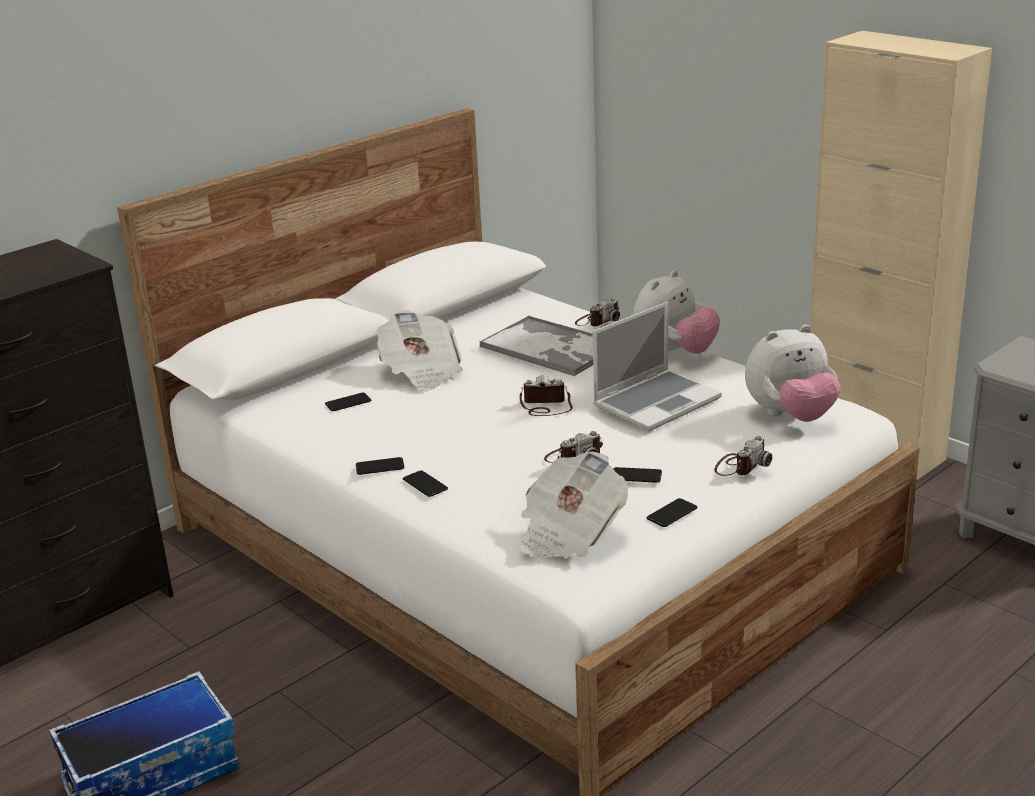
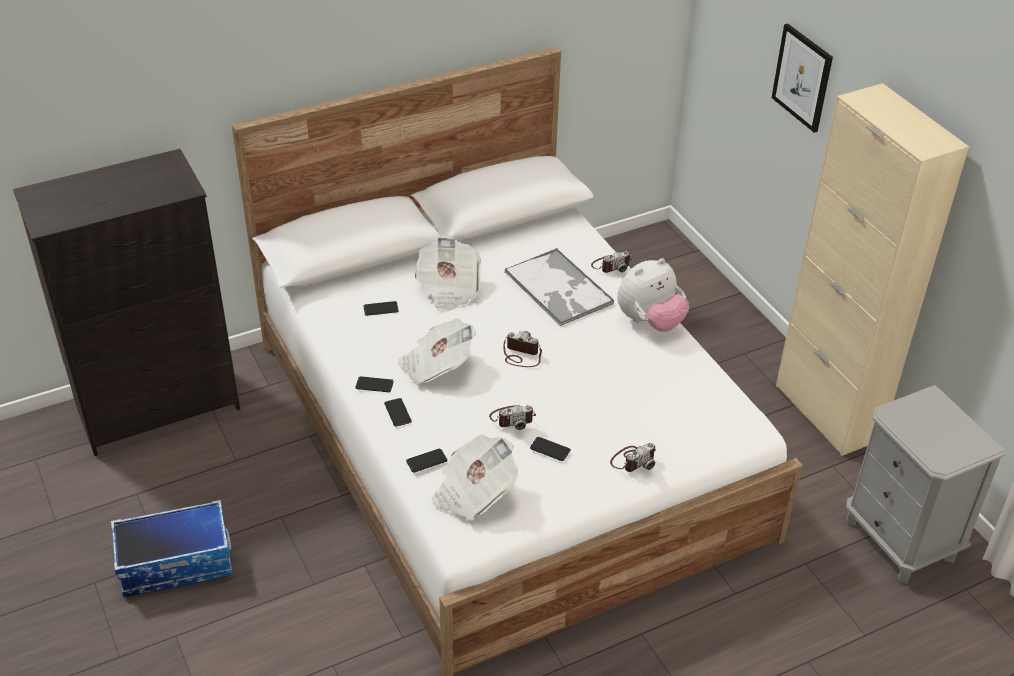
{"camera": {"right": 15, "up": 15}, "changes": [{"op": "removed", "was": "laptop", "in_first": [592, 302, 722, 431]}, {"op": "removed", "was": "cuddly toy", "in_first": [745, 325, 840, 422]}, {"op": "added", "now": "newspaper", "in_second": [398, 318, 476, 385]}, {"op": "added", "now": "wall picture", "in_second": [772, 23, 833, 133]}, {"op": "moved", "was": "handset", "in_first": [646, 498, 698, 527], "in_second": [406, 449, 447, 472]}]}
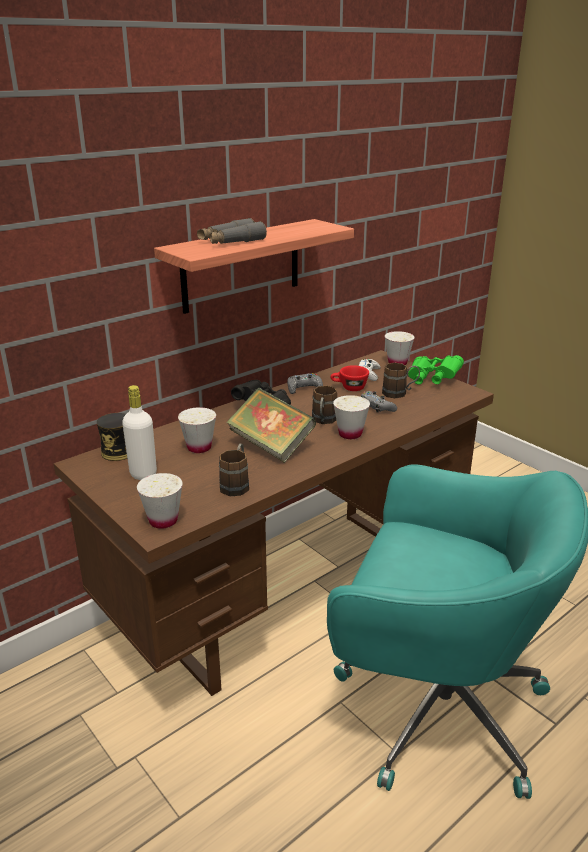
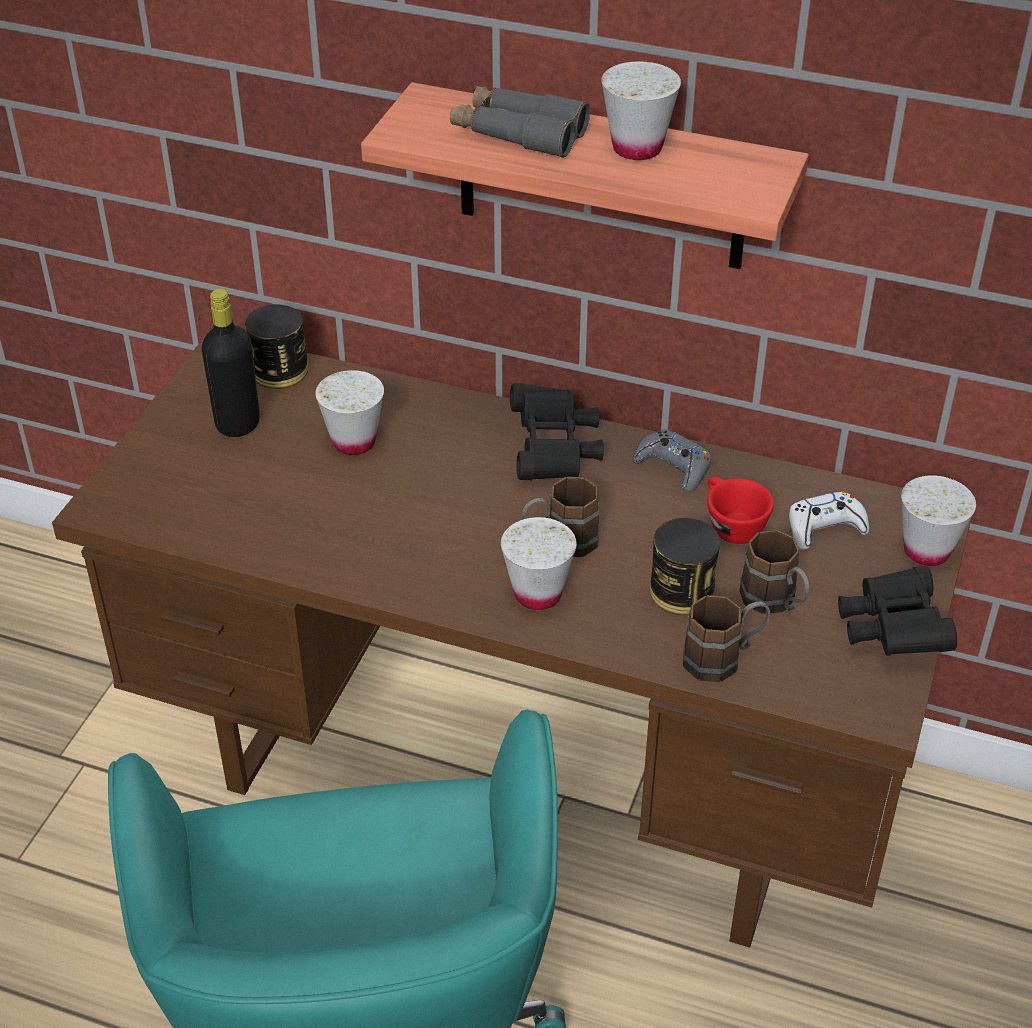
{"camera": {"right": 60, "up": 15}, "changes": [{"op": "removed", "was": "book", "in_first": [226, 388, 316, 463]}, {"op": "moved", "was": "small cup (whitish)", "in_first": [137, 473, 183, 529], "in_second": [601, 61, 681, 160]}, {"op": "moved", "was": "coffee mug (brownish)", "in_first": [219, 444, 249, 496], "in_second": [683, 595, 770, 682]}, {"op": "replaced", "was": "gamepad (grey)", "now": "sealed can", "in_first": [361, 391, 397, 413], "in_second": [650, 518, 720, 615]}, {"op": "recoloured", "was": "beverage bottle (whitish)", "now": "beverage bottle (blackish)", "in_first": [122, 385, 157, 480], "in_second": [202, 289, 260, 437]}, {"op": "recoloured", "was": "field glasses (green)", "now": "field glasses (blackish)", "in_first": [408, 355, 464, 384], "in_second": [838, 566, 957, 656]}]}
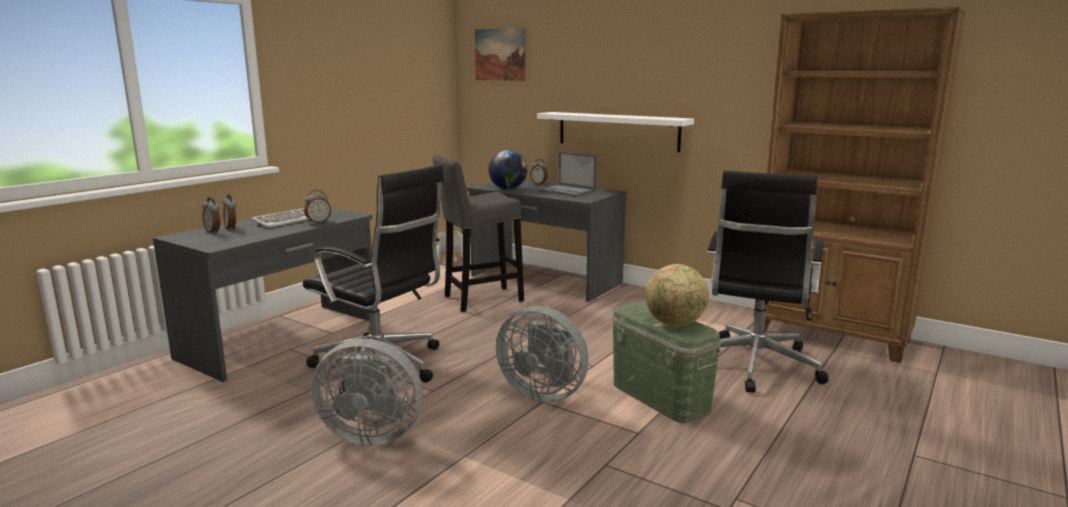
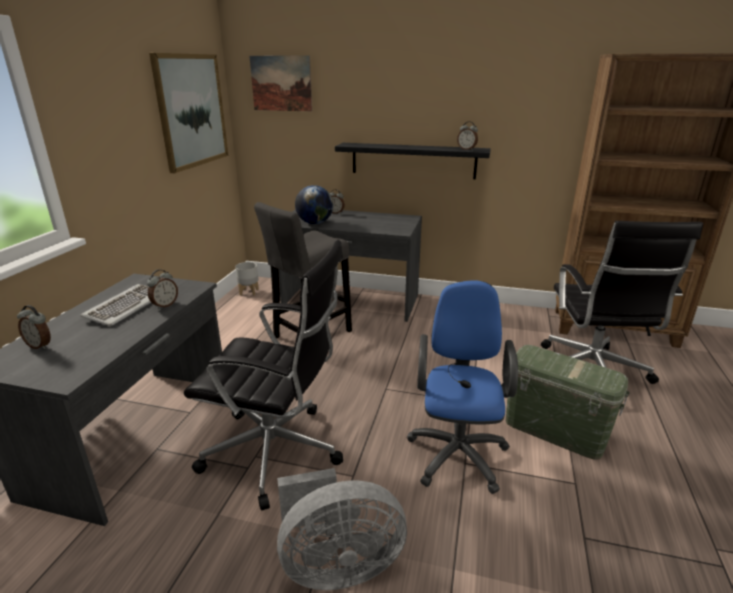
{"camera": {"right": -20, "up": 10}, "changes": [{"op": "removed", "was": "laptop", "in_first": [538, 152, 597, 197]}, {"op": "removed", "was": "world globe", "in_first": [645, 264, 709, 326]}, {"op": "added", "now": "wall picture", "in_second": [149, 53, 228, 173]}, {"op": "moved", "was": "alarm clock", "in_first": [222, 194, 237, 230], "in_second": [457, 121, 478, 150]}, {"op": "replaced", "was": "cooling fan (grey)", "now": "computer chair (bluish)", "in_first": [496, 306, 589, 402], "in_second": [407, 280, 518, 494]}, {"op": "recoloured", "was": "bracket shelf (whitish)", "now": "bracket shelf (blackish)", "in_first": [537, 112, 694, 152], "in_second": [335, 143, 491, 179]}]}
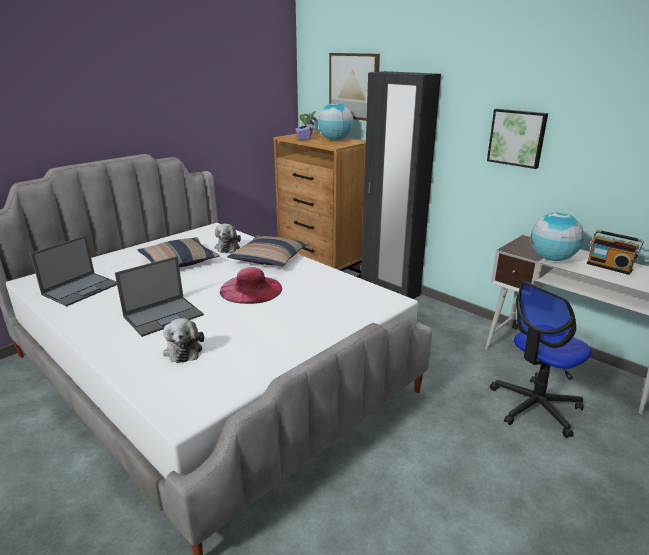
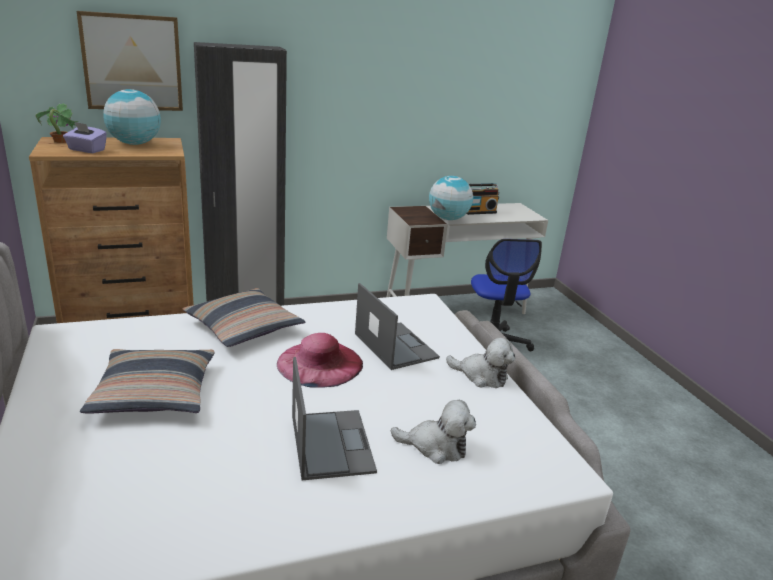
{"camera": {"right": -65, "up": 0}, "changes": [{"op": "removed", "was": "wall picture", "in_first": [487, 109, 548, 169]}, {"op": "moved", "was": "laptop", "in_first": [30, 235, 117, 306], "in_second": [355, 283, 440, 370]}, {"op": "moved", "was": "cuddly toy", "in_first": [215, 224, 241, 253], "in_second": [446, 338, 515, 388]}]}
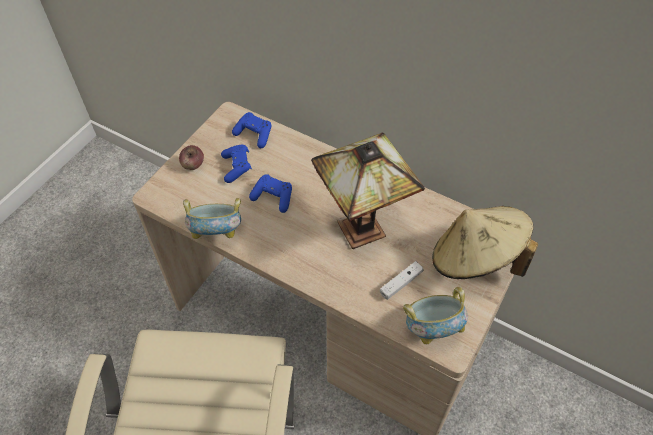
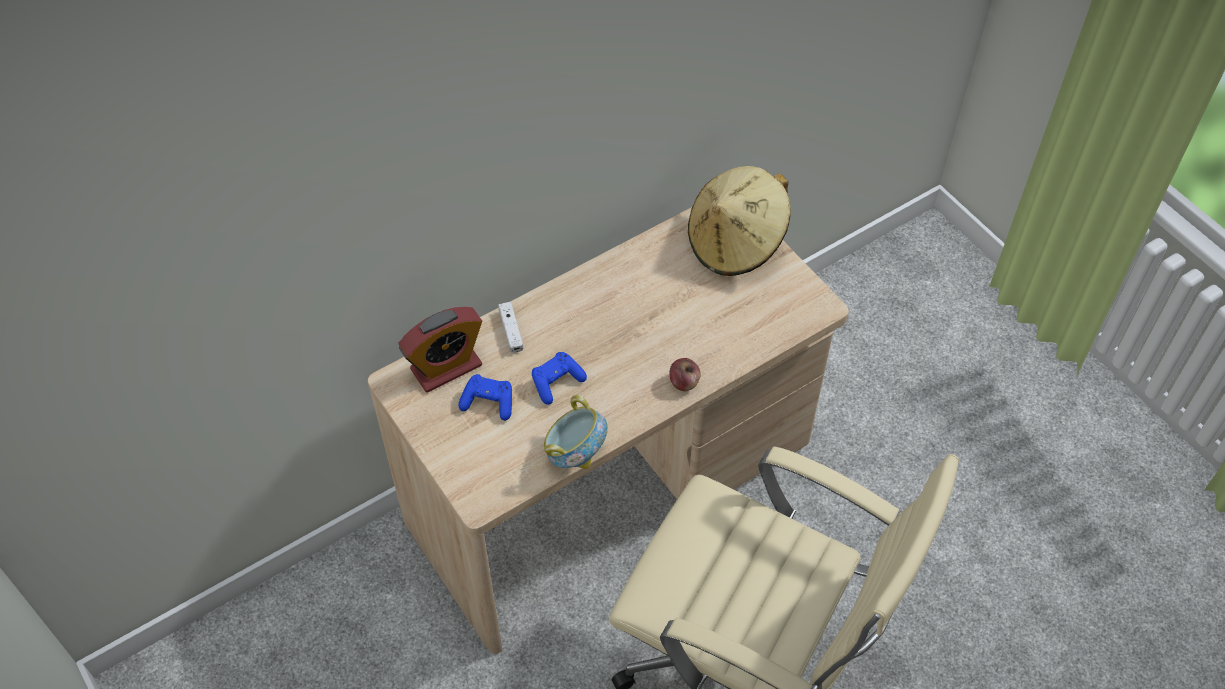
{"camera": {"right": -65, "up": 0}, "changes": [{"op": "removed", "was": "table lamp", "in_first": [311, 133, 425, 249]}, {"op": "removed", "was": "deep dish", "in_first": [403, 287, 468, 344]}, {"op": "moved", "was": "apple", "in_first": [179, 145, 204, 170], "in_second": [669, 358, 700, 391]}, {"op": "moved", "was": "gamepad (whitish)", "in_first": [380, 261, 424, 300], "in_second": [498, 302, 523, 353]}, {"op": "replaced", "was": "gamepad (bluish)", "now": "alarm clock", "in_first": [232, 112, 271, 148], "in_second": [398, 307, 482, 393]}]}
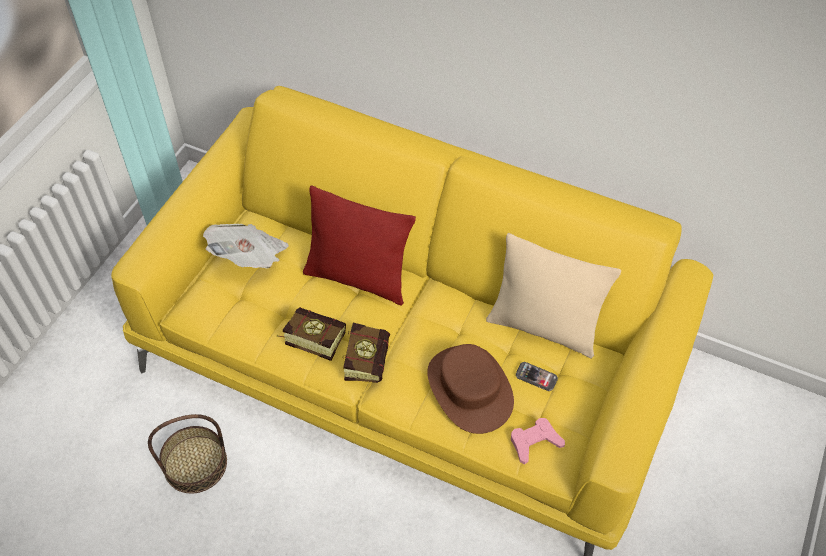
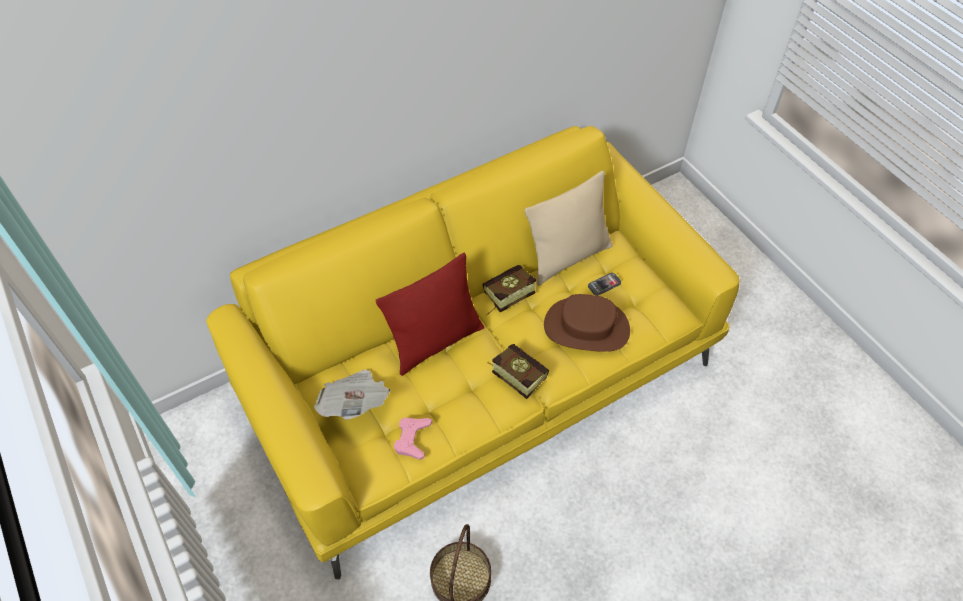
{"camera": {"right": -55, "up": 0}, "changes": [{"op": "moved", "was": "book", "in_first": [277, 307, 346, 361], "in_second": [483, 265, 536, 316]}, {"op": "moved", "was": "gamepad (pink)", "in_first": [511, 418, 565, 465], "in_second": [394, 418, 432, 460]}]}
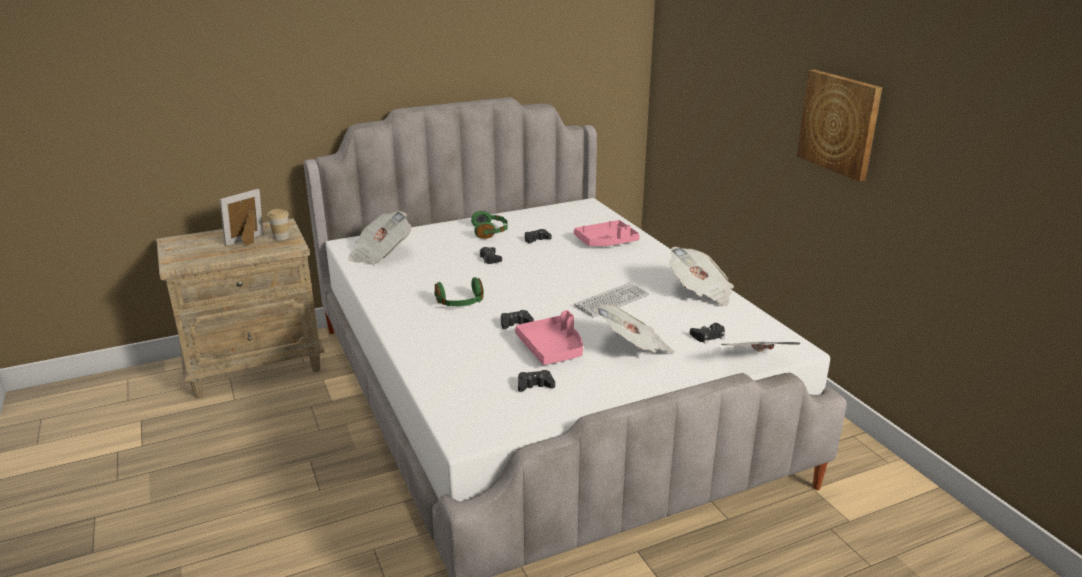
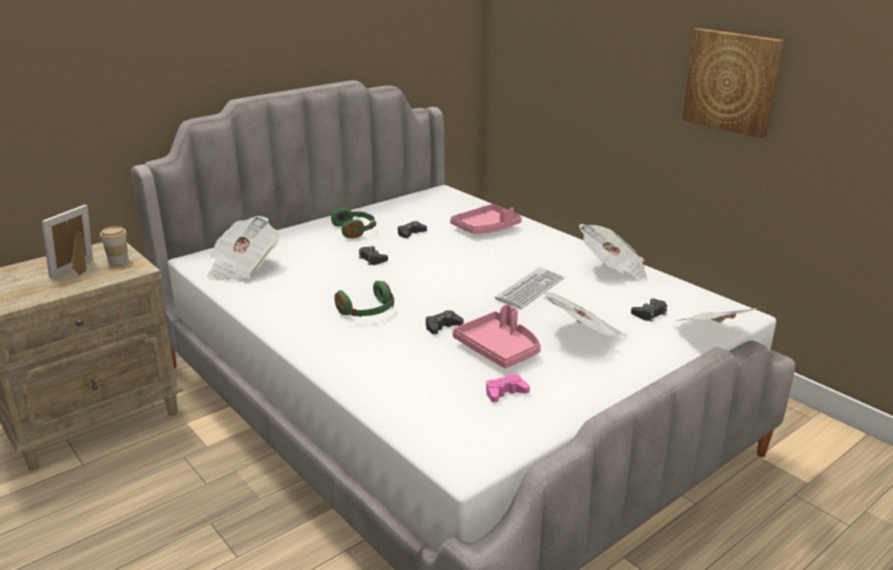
{"camera": {"right": -15, "up": 0}, "changes": [{"op": "recoloured", "was": "gamepad (blackish)", "now": "gamepad (pink)", "in_first": [518, 370, 555, 392], "in_second": [486, 374, 530, 402]}]}
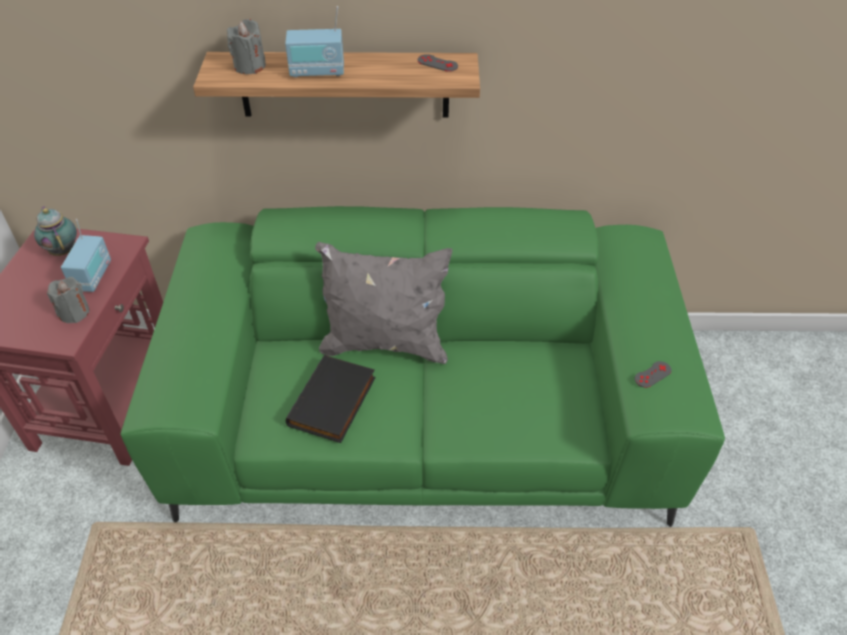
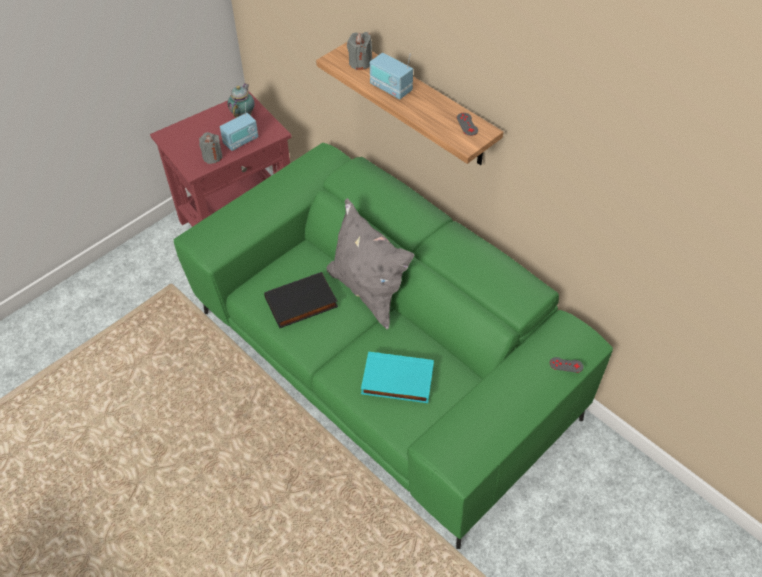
{"camera": {"right": 45, "up": 5}, "changes": [{"op": "added", "now": "book (turquoise)", "in_second": [361, 352, 434, 403]}, {"op": "moved", "was": "gamepad (grey)", "in_first": [635, 361, 672, 388], "in_second": [550, 357, 583, 373]}]}
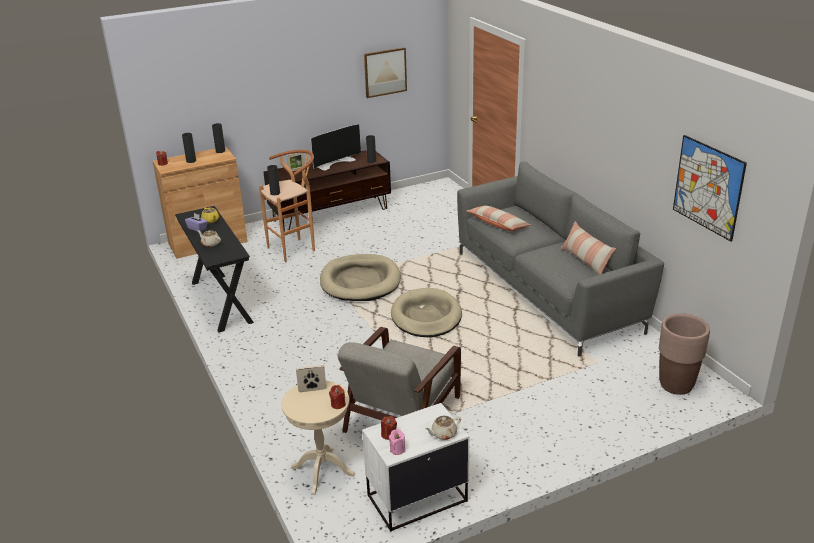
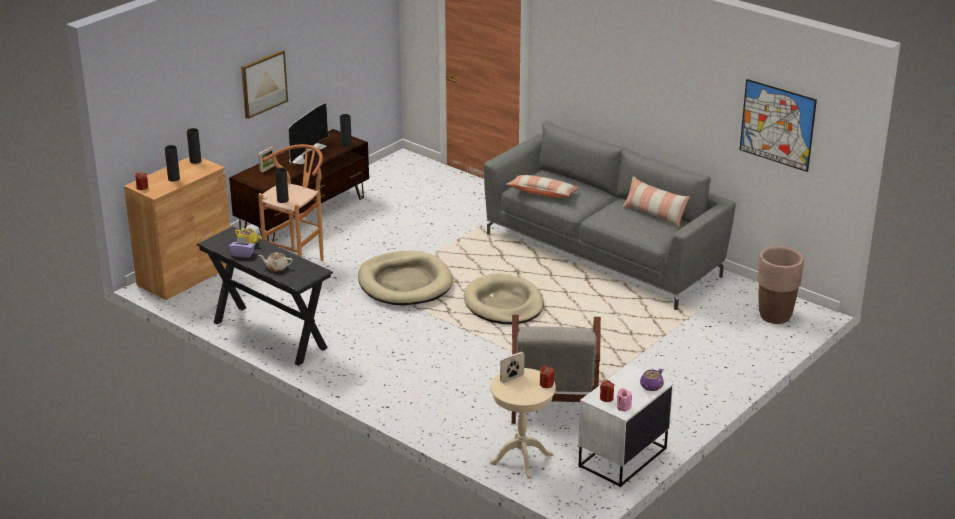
{"camera": {"right": -25, "up": 0}, "changes": [{"op": "moved", "was": "wall picture", "in_first": [364, 47, 407, 98], "in_second": [241, 50, 288, 119]}, {"op": "recoloured", "was": "teapot (sand-coloured)", "now": "teapot (purple)", "in_first": [425, 416, 461, 440], "in_second": [640, 369, 664, 391]}]}
